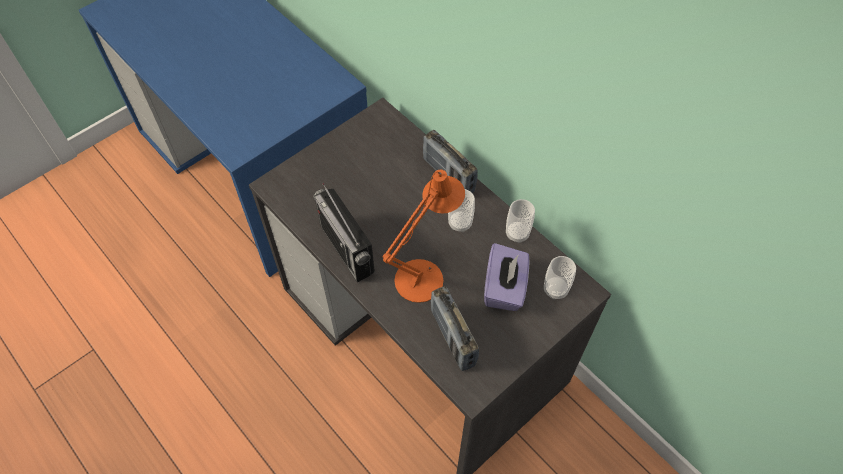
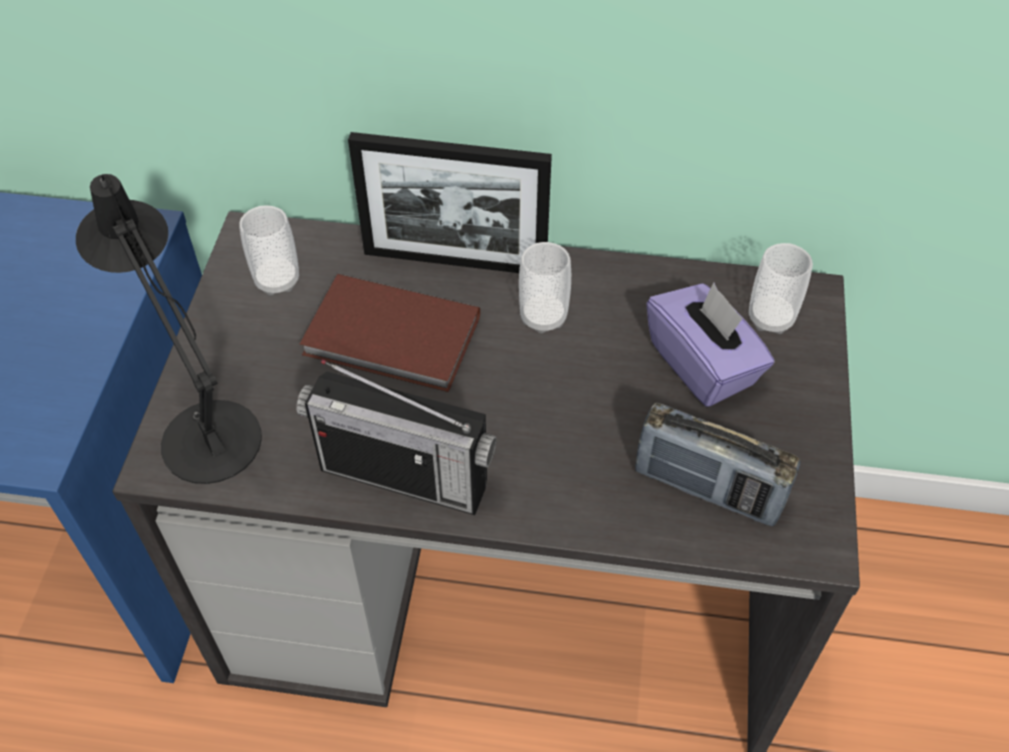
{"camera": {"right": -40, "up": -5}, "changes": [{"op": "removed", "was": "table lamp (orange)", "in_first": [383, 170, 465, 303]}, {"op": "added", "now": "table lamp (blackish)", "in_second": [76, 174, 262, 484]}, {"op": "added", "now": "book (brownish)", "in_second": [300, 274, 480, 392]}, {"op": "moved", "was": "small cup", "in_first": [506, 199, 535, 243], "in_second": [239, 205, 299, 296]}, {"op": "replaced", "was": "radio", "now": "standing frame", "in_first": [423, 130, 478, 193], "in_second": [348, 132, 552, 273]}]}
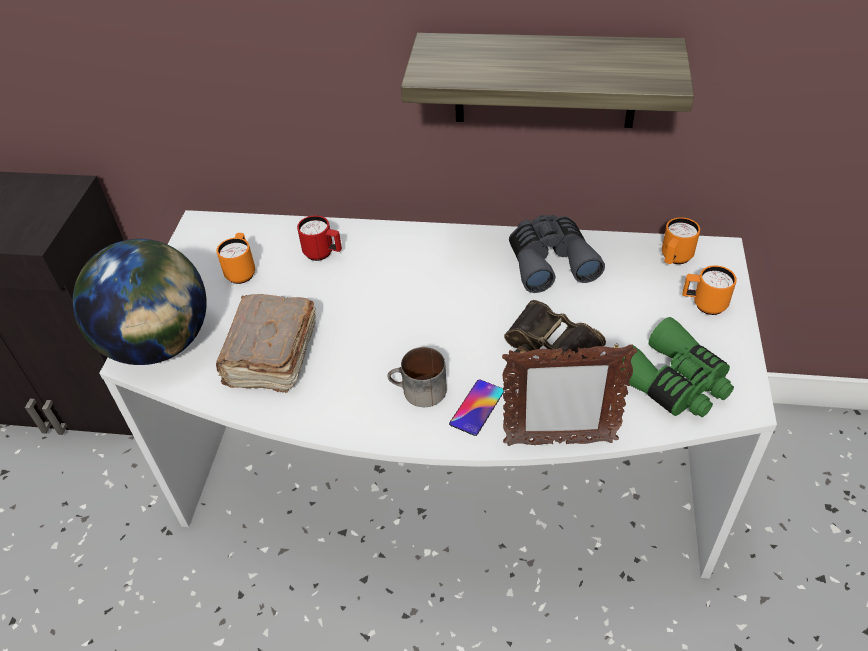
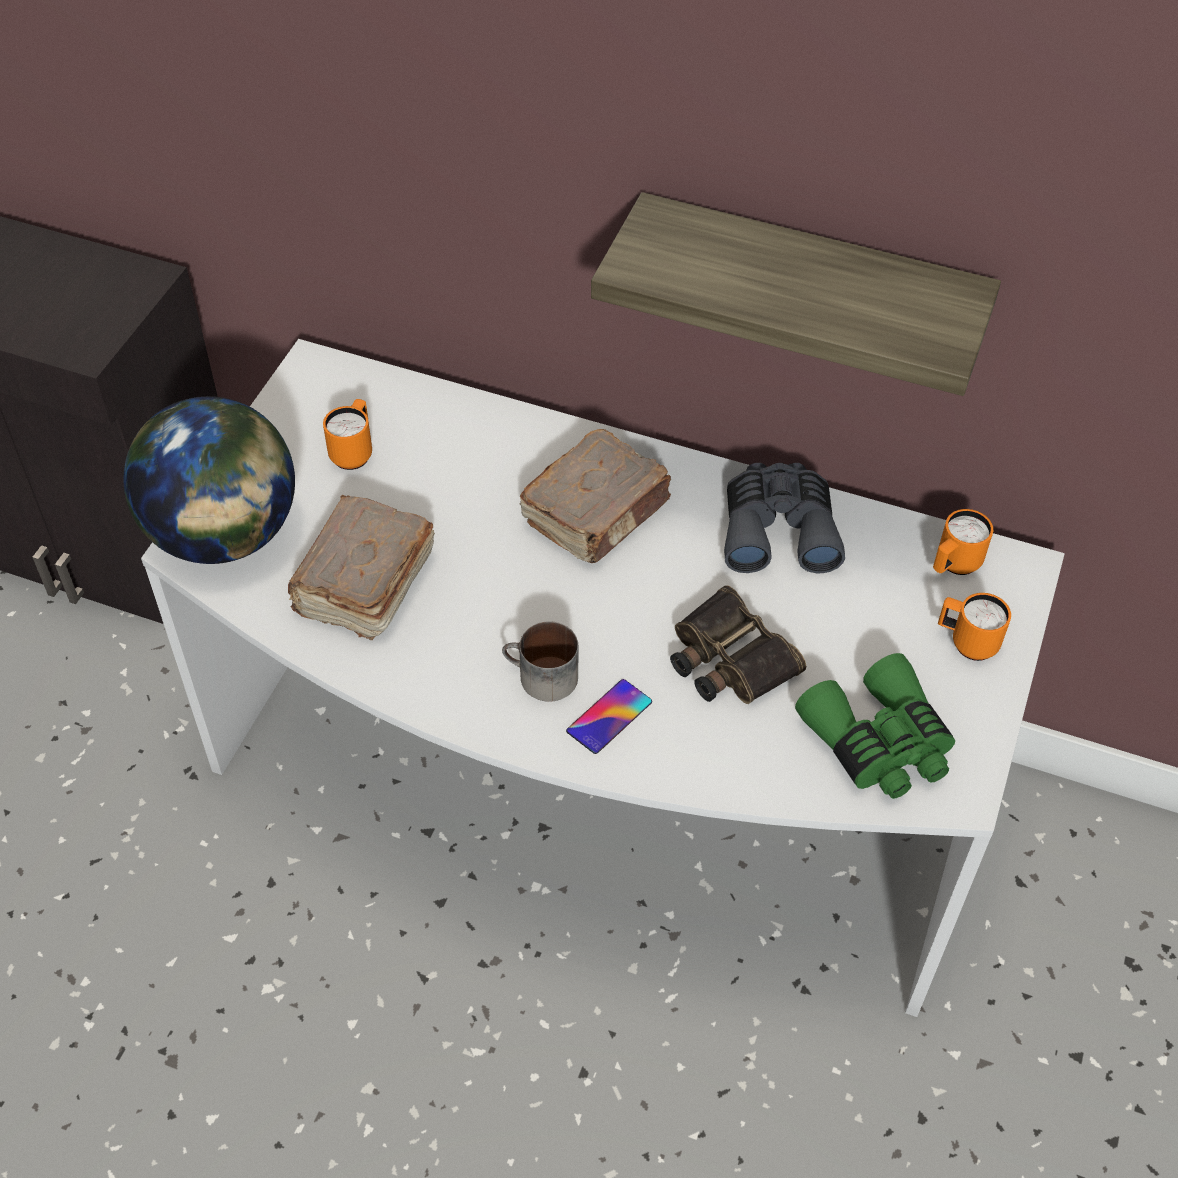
{"camera": {"right": 10, "up": 5}, "changes": [{"op": "removed", "was": "coffee mug (red)", "in_first": [297, 215, 342, 261]}, {"op": "removed", "was": "standing frame", "in_first": [502, 343, 637, 446]}, {"op": "added", "now": "book (brownish)", "in_second": [520, 429, 671, 563]}]}
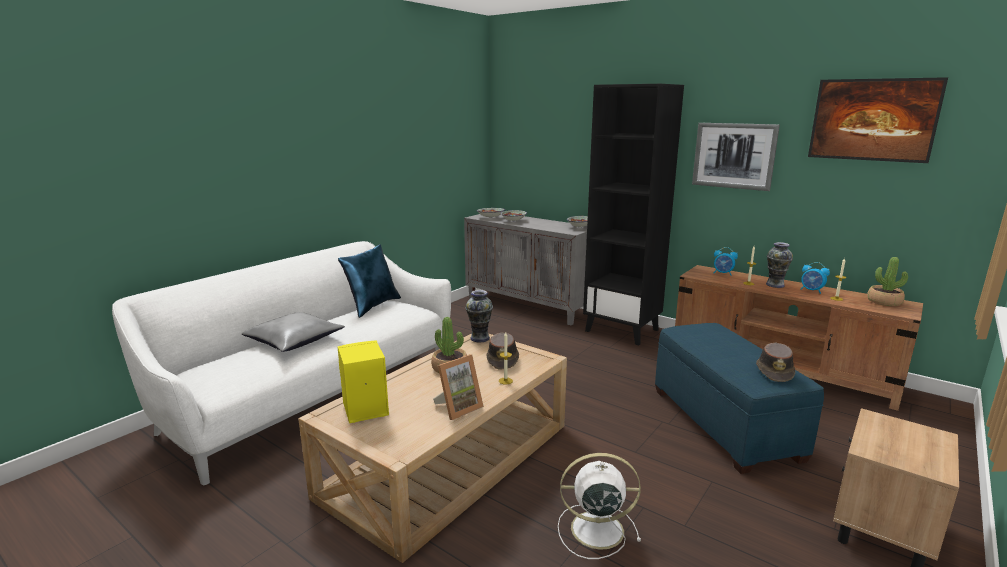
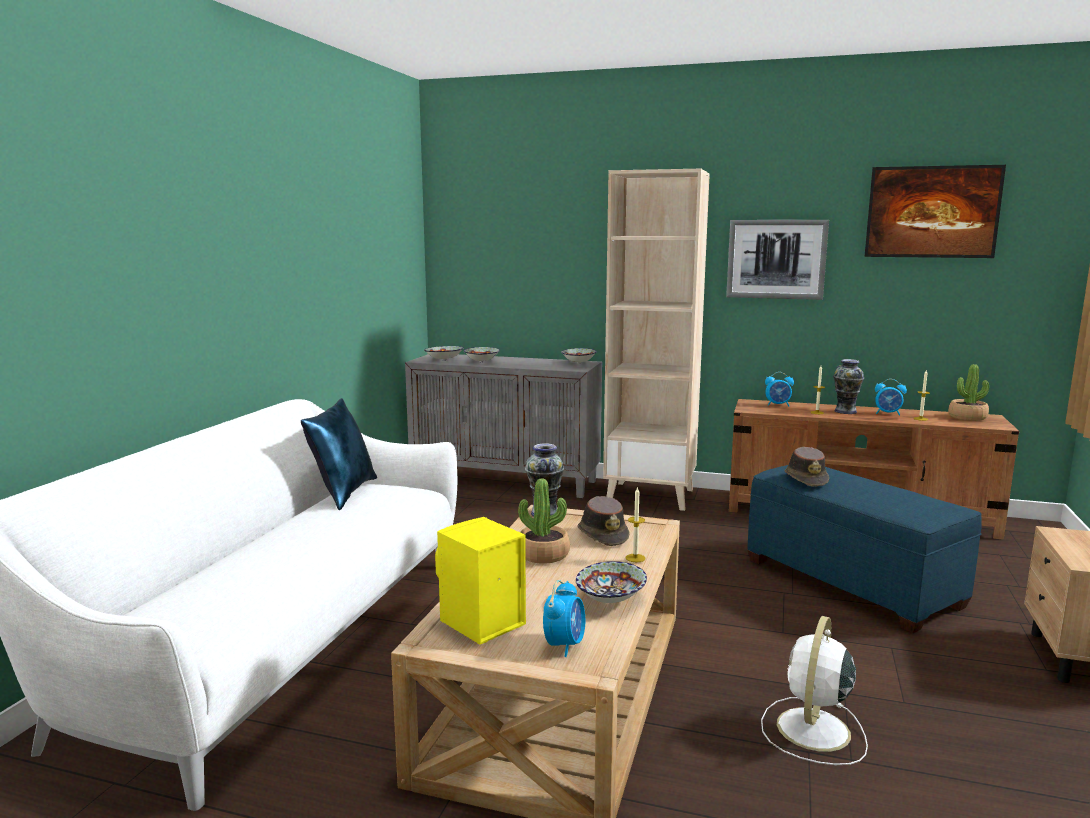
{"camera": {"right": -20, "up": -5}, "changes": [{"op": "removed", "was": "throw pillow (grey)", "in_first": [242, 312, 345, 352]}, {"op": "added", "now": "alarm clock", "in_second": [543, 580, 585, 657]}, {"op": "moved", "was": "wearable hat (brownish)", "in_first": [756, 343, 796, 382], "in_second": [784, 447, 829, 487]}, {"op": "replaced", "was": "standing frame", "now": "deep dish", "in_first": [433, 354, 484, 420], "in_second": [576, 561, 647, 603]}, {"op": "recoloured", "was": "shelving unit (blackish)", "now": "shelving unit (sand-coloured)", "in_first": [583, 84, 684, 346], "in_second": [603, 169, 710, 511]}, {"op": "turned", "was": "cooling fan (whitish)", "in_first": [558, 453, 641, 559], "in_second": [761, 616, 868, 765], "clockwise": -45}]}
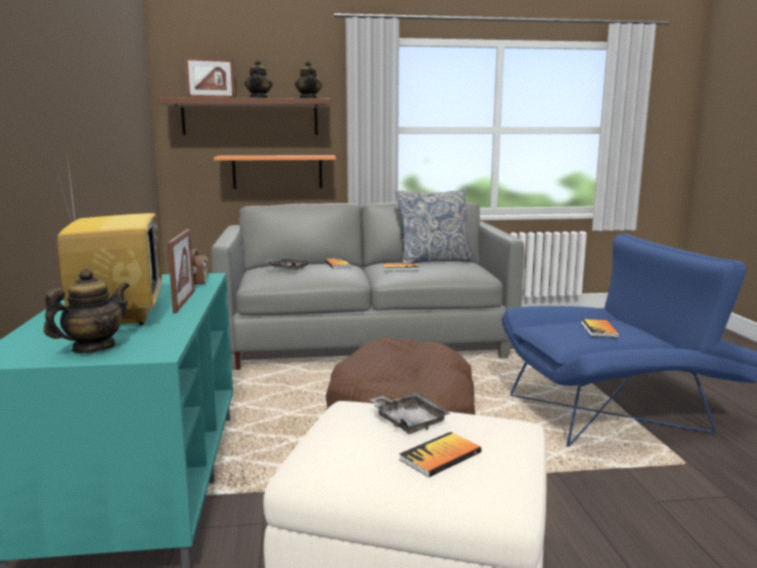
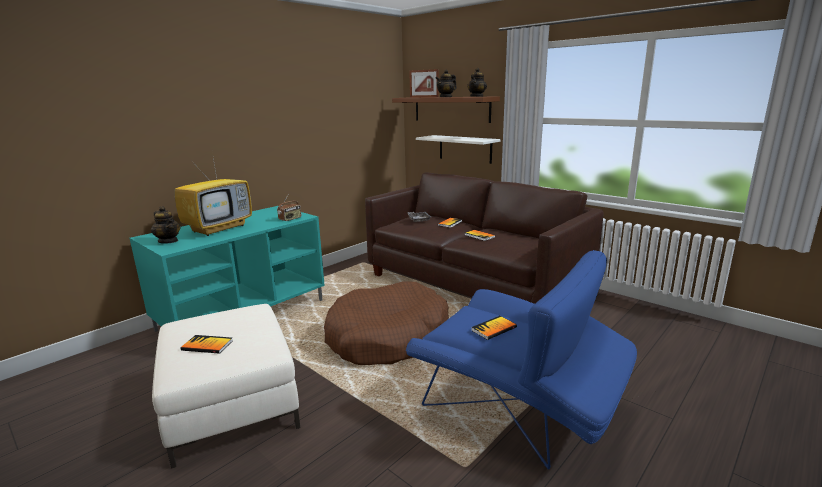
{"camera": {"right": 50, "up": 5}, "changes": [{"op": "removed", "was": "standing frame", "in_first": [167, 229, 195, 313]}, {"op": "removed", "was": "carrying tray (grey)", "in_first": [369, 393, 451, 434]}, {"op": "removed", "was": "throw pillow", "in_first": [395, 188, 475, 263]}, {"op": "recoloured", "was": "couch (grey)", "now": "couch (brownish)", "in_first": [211, 202, 524, 370], "in_second": [365, 173, 603, 304]}, {"op": "recoloured", "was": "bracket shelf (orange)", "now": "bracket shelf (whitish)", "in_first": [214, 155, 336, 189], "in_second": [416, 135, 501, 164]}, {"op": "turned", "was": "teapot", "in_first": [44, 268, 130, 353], "in_second": [151, 206, 180, 244], "clockwise": 45}]}
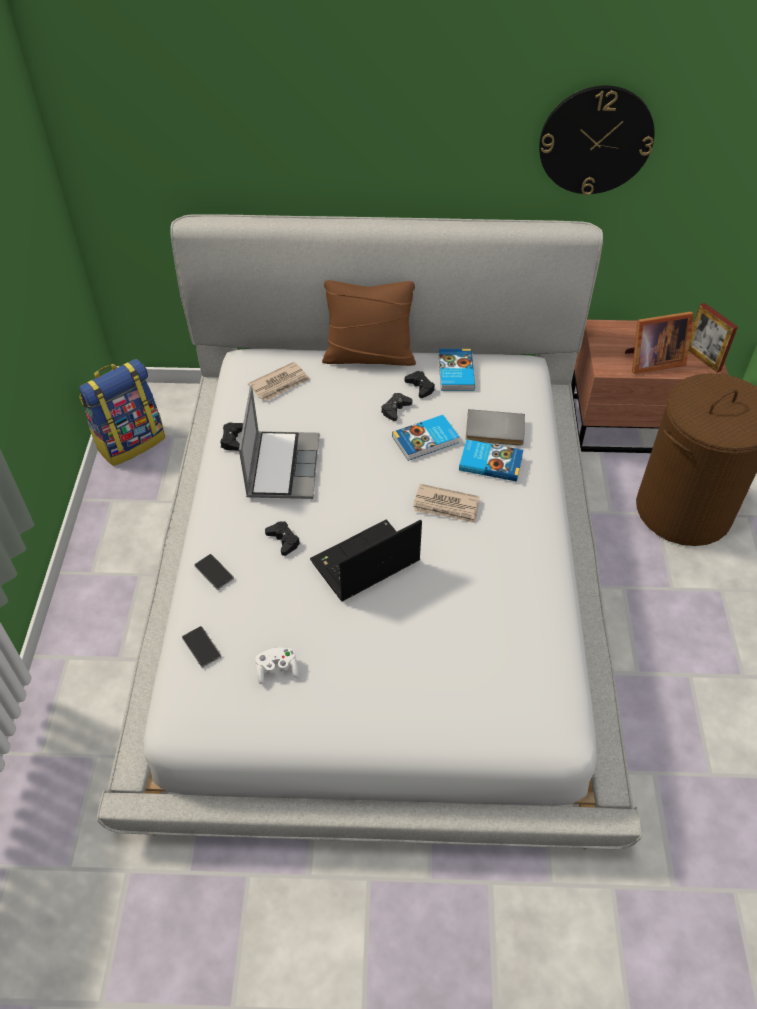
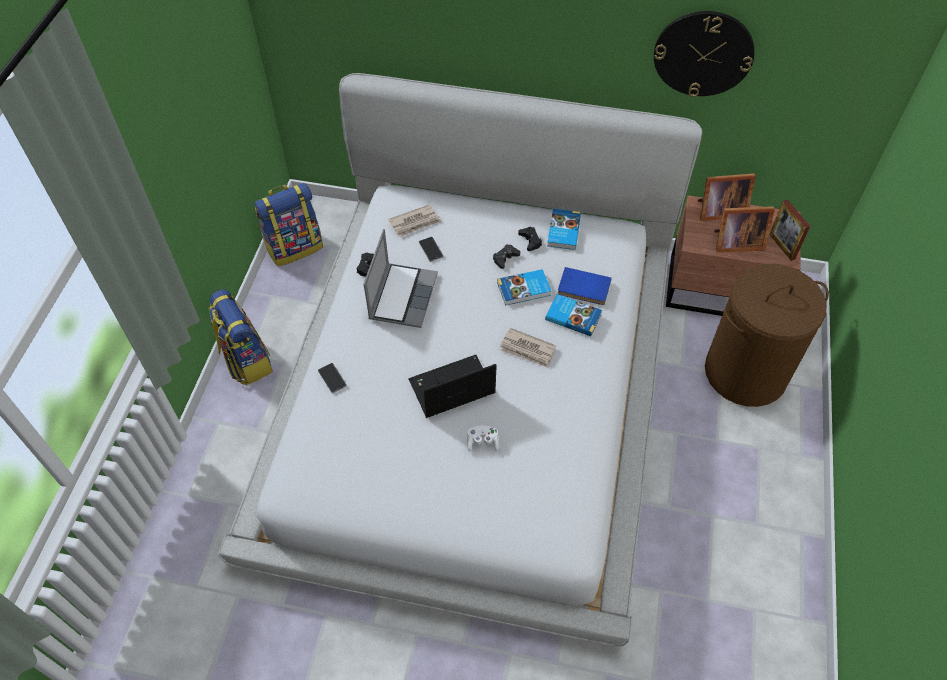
{"camera": {"right": 10, "up": 5}, "changes": [{"op": "removed", "was": "gamepad (blackish)", "in_first": [265, 521, 300, 556]}, {"op": "removed", "was": "throw pillow (brownish)", "in_first": [322, 280, 416, 366]}, {"op": "added", "now": "knapsack", "in_second": [209, 289, 273, 386]}, {"op": "added", "now": "standing frame", "in_second": [698, 173, 756, 221]}, {"op": "moved", "was": "handset", "in_first": [182, 626, 221, 668], "in_second": [419, 237, 444, 262]}, {"op": "moved", "was": "gamepad (whitish)", "in_first": [255, 648, 299, 684], "in_second": [467, 426, 499, 452]}, {"op": "recoloured", "was": "book (grey)", "now": "book (bluish)", "in_first": [466, 409, 525, 445], "in_second": [558, 267, 612, 305]}]}
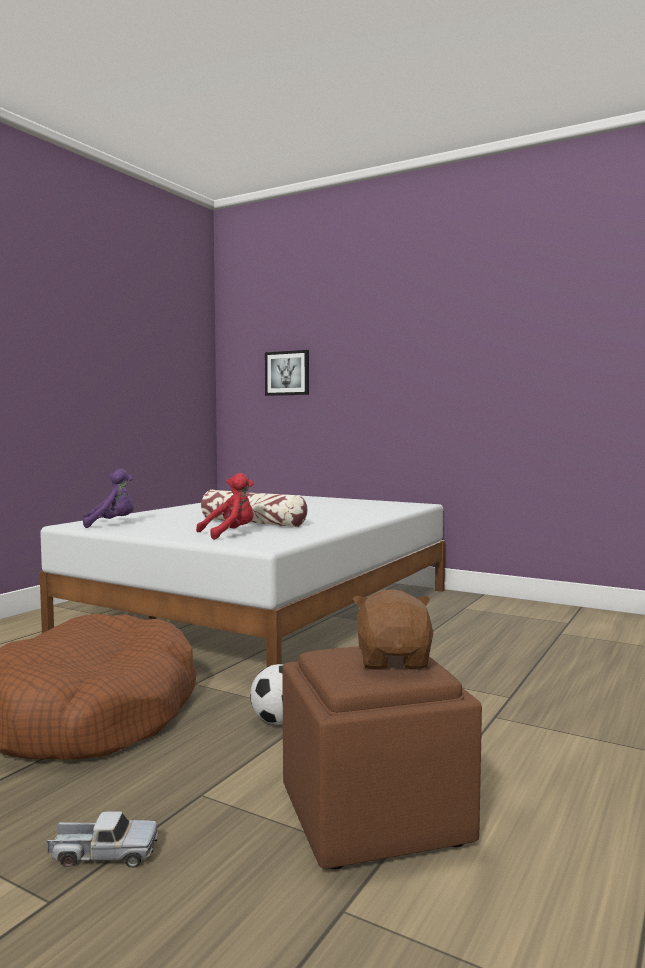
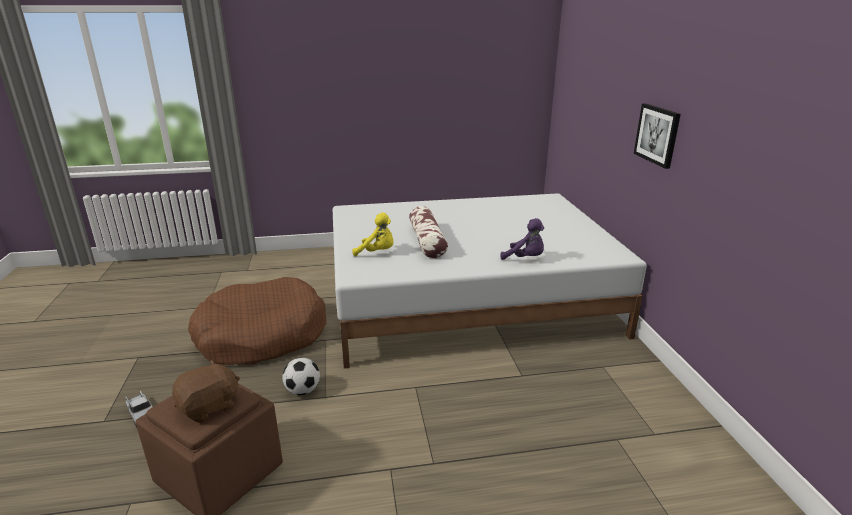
{"camera": {"right": 50, "up": 20}, "changes": [{"op": "moved", "was": "cuddly toy (purple)", "in_first": [83, 469, 134, 528], "in_second": [500, 218, 544, 260]}, {"op": "moved", "was": "wall picture", "in_first": [265, 350, 309, 396], "in_second": [634, 103, 681, 169]}, {"op": "recoloured", "was": "cuddly toy (red)", "now": "cuddly toy (yellowish)", "in_first": [196, 473, 254, 540], "in_second": [352, 213, 393, 256]}]}
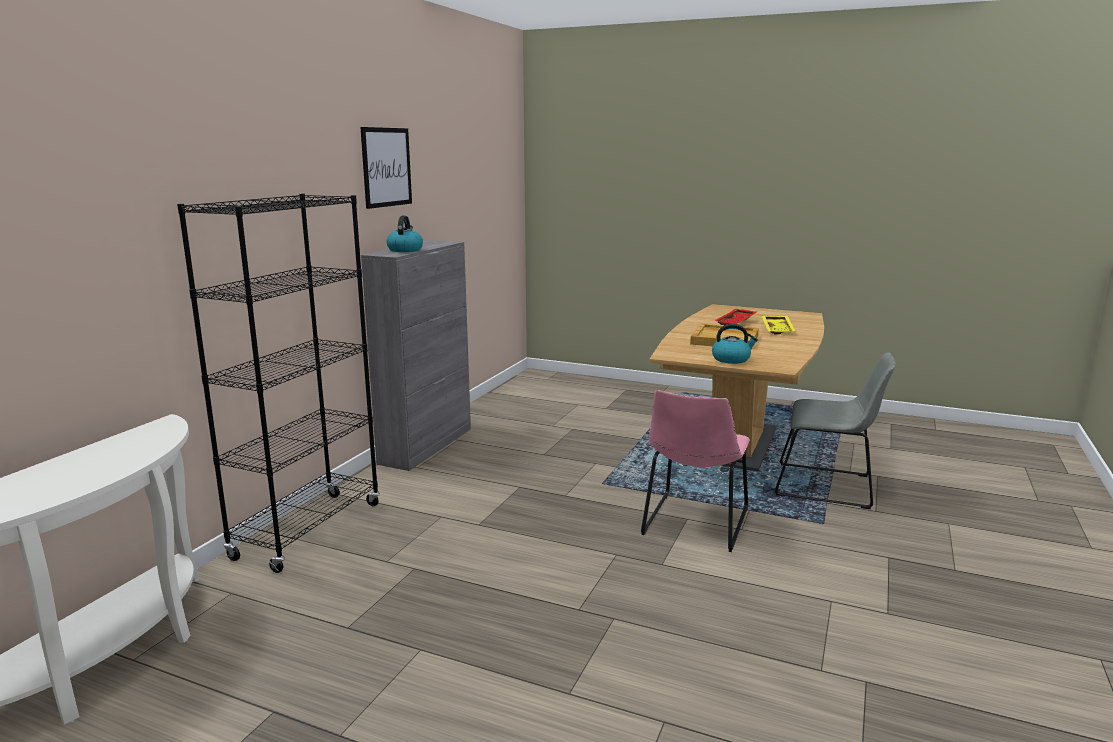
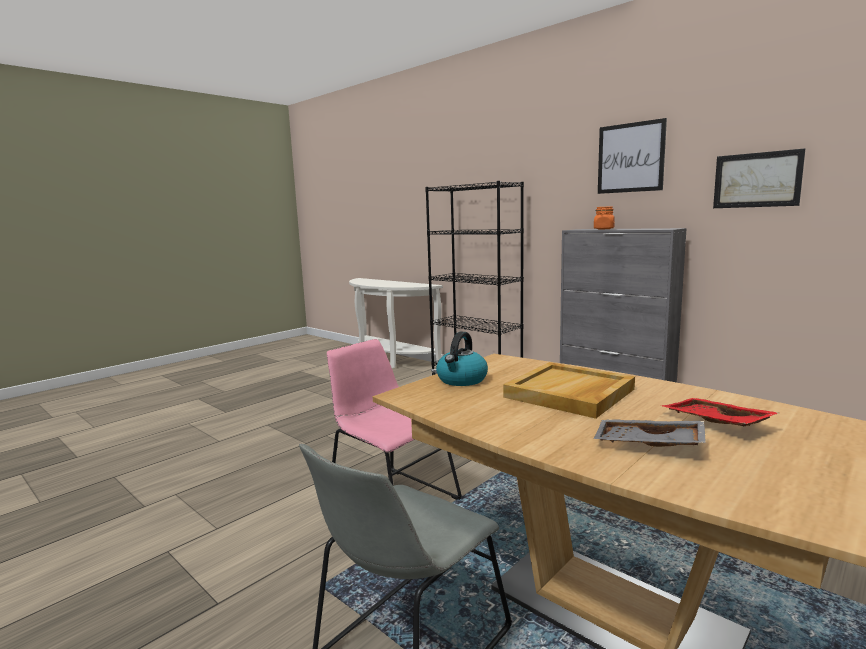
{"camera": {"right": 110, "up": -5}, "changes": [{"op": "added", "now": "wall picture", "in_second": [713, 148, 805, 208]}, {"op": "replaced", "was": "tea kettle", "now": "preserve jar (orange)", "in_first": [386, 216, 423, 252], "in_second": [594, 206, 615, 229]}, {"op": "recoloured", "was": "carrying tray (yellowish)", "now": "carrying tray (grey)", "in_first": [762, 315, 795, 334], "in_second": [593, 419, 706, 447]}]}
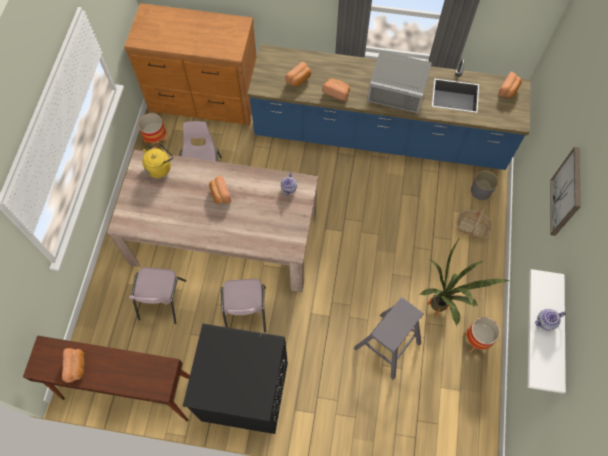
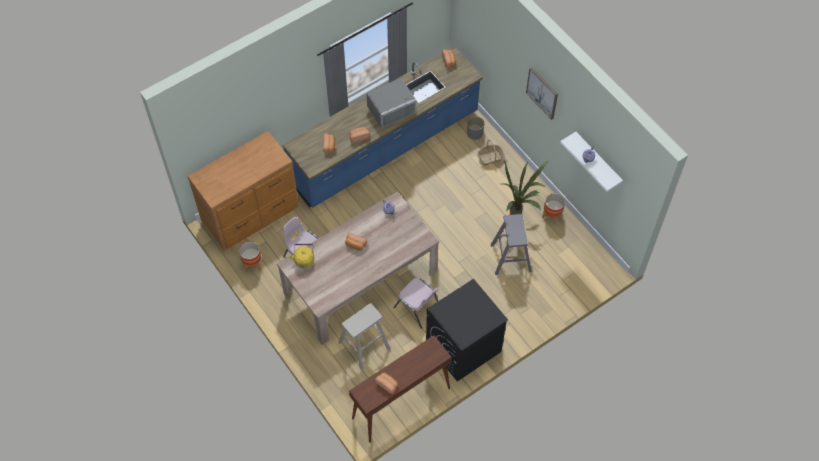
{"camera": {"right": -45, "up": -5}, "changes": [{"op": "replaced", "was": "chair (pink)", "now": "sitting stool (sand-coloured)", "in_first": [129, 267, 187, 324], "in_second": [338, 303, 390, 370]}]}
